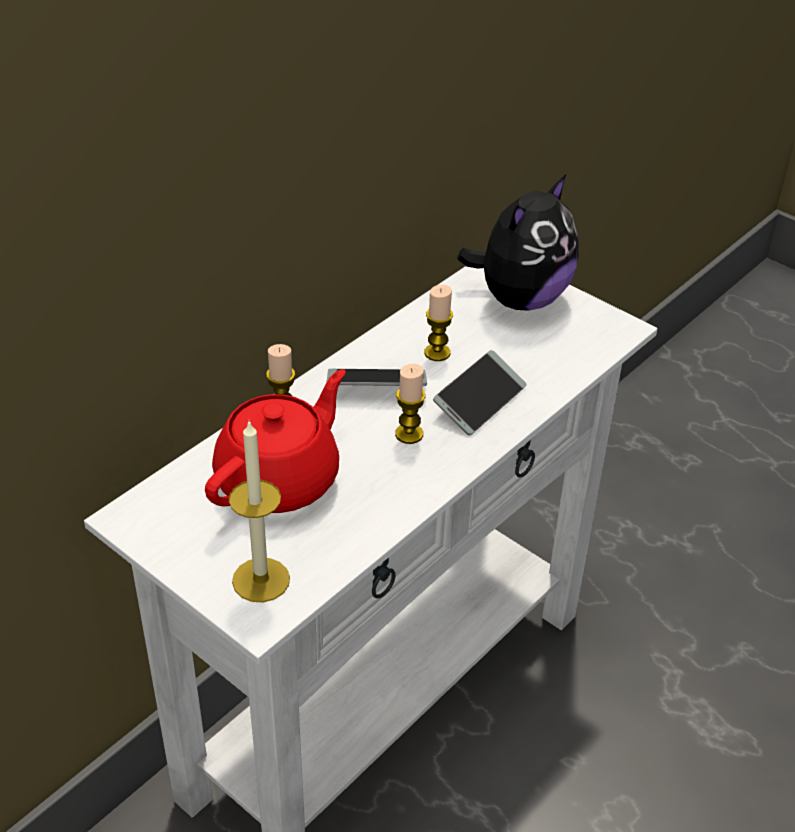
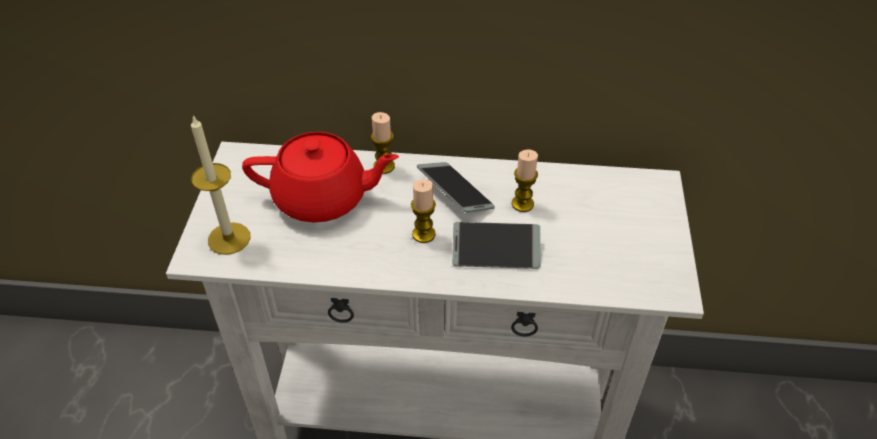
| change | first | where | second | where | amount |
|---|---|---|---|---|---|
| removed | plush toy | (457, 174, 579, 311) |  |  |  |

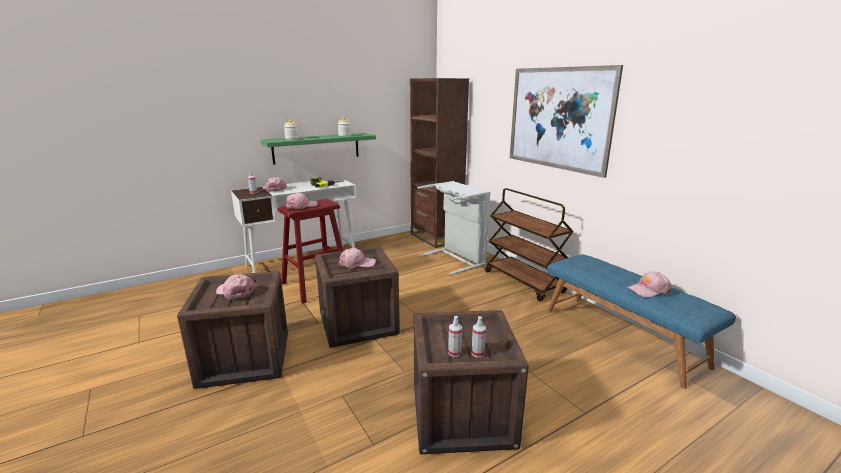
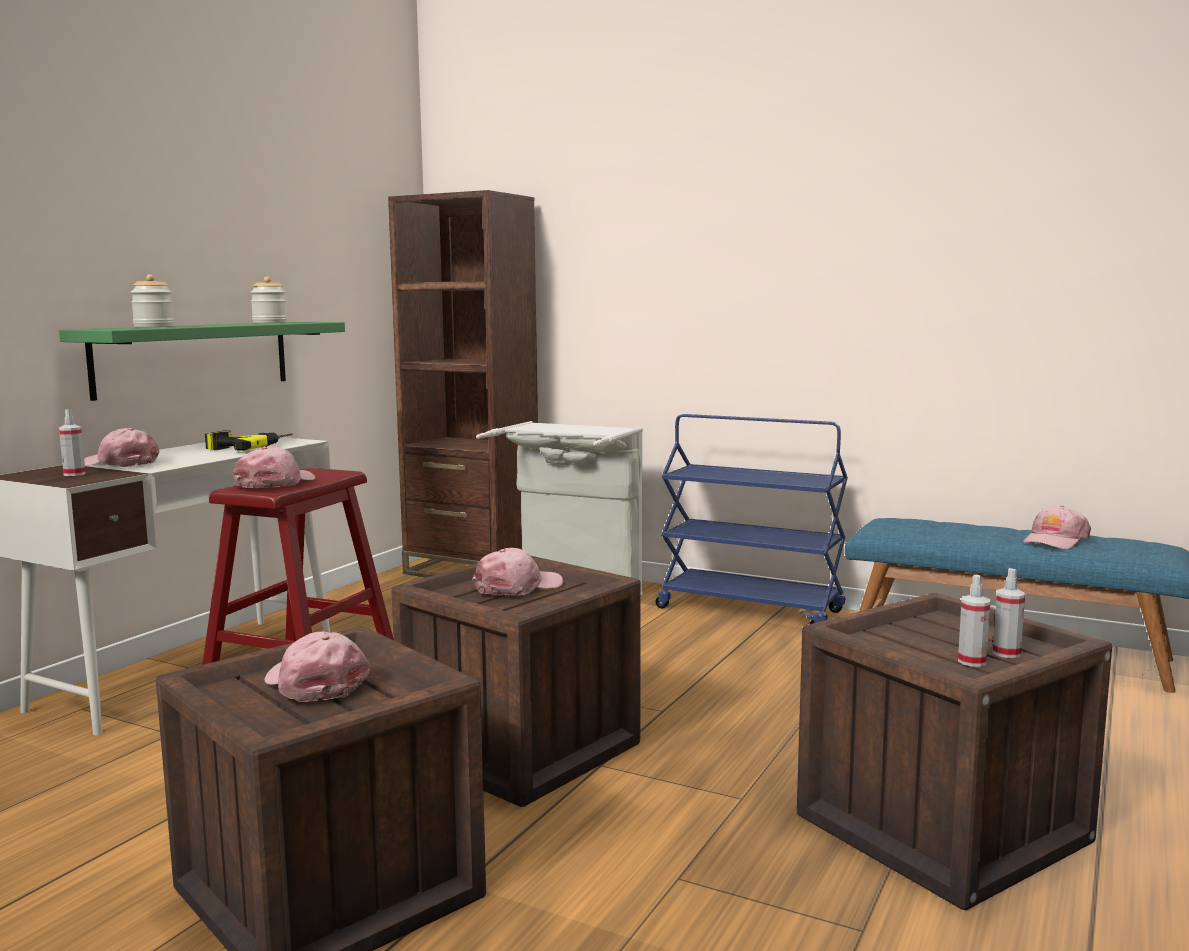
| change | first | where | second | where | amount |
|---|---|---|---|---|---|
| removed | picture | (510, 65, 623, 178) |  |  |  |
| recoloured | brown cart | (485, 188, 574, 301) | blue cart | (656, 414, 848, 624) |  |
| turned | pink cap | (216, 274, 255, 300) |  | (265, 632, 370, 702) | 45 degrees clockwise |

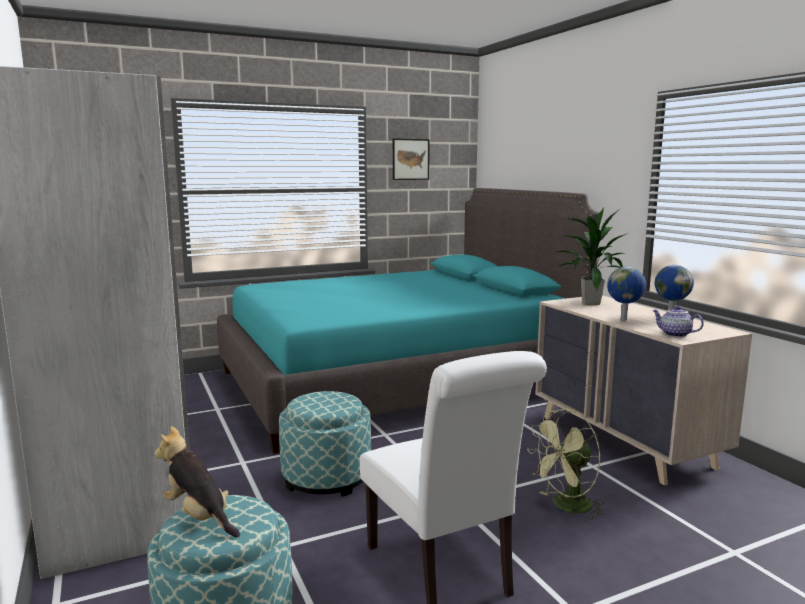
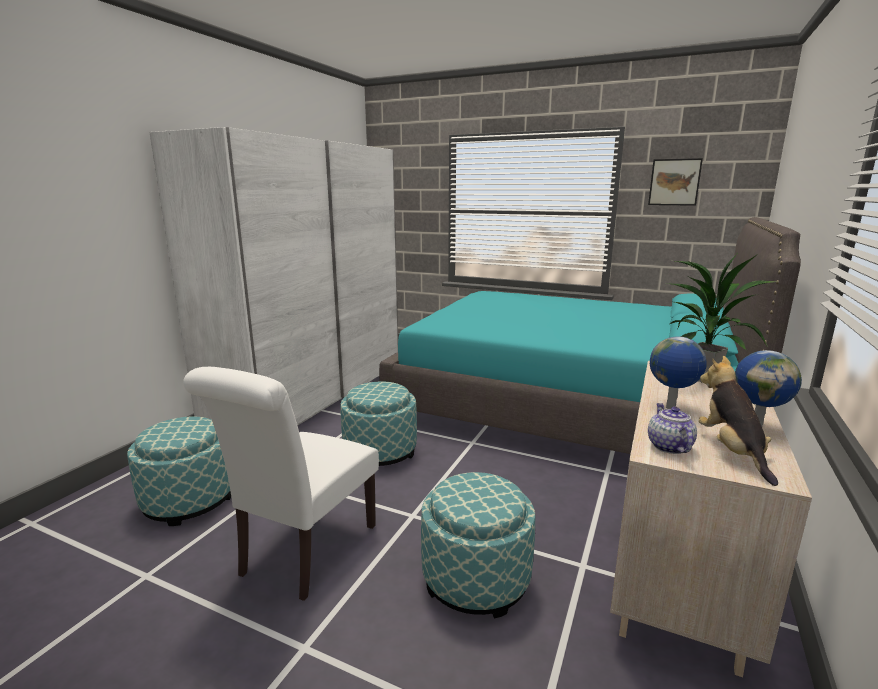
| change | first | where | second | where | amount |
|---|---|---|---|---|---|
| replaced | green fan | (527, 409, 604, 521) | ottoman | (421, 472, 535, 619) |  |
| moved | plush toy | (155, 426, 240, 538) |  | (699, 356, 778, 486) |  |

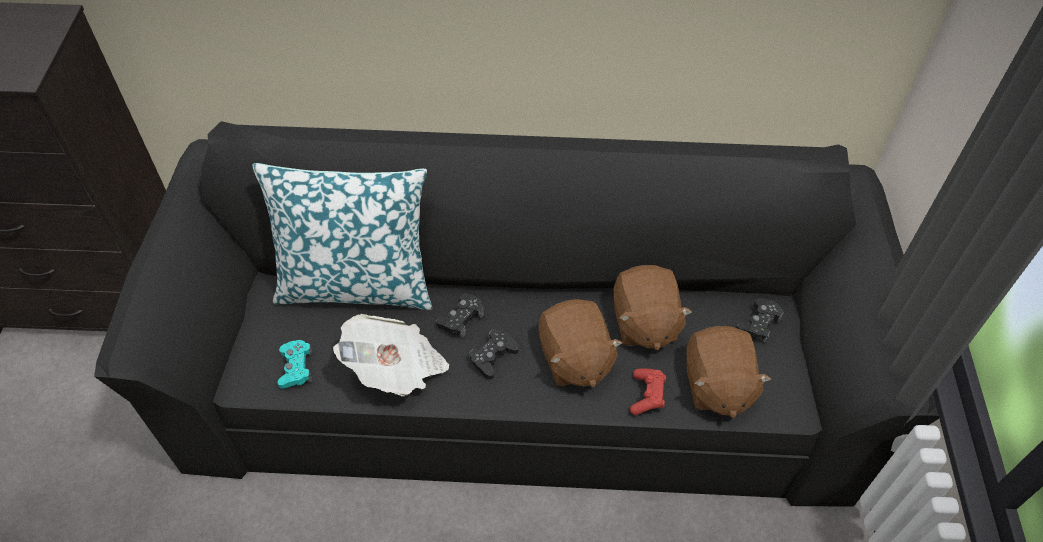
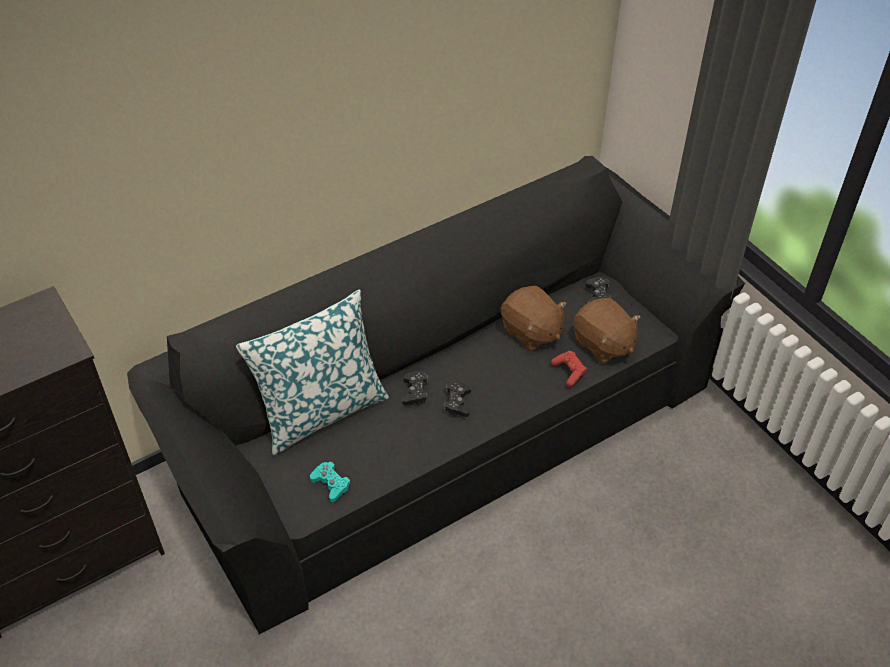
| change | first | where | second | where | amount |
|---|---|---|---|---|---|
| removed | brown plush toy | (538, 299, 623, 387) |  |  |  |
| removed | newspaper | (333, 314, 449, 396) |  |  |  |

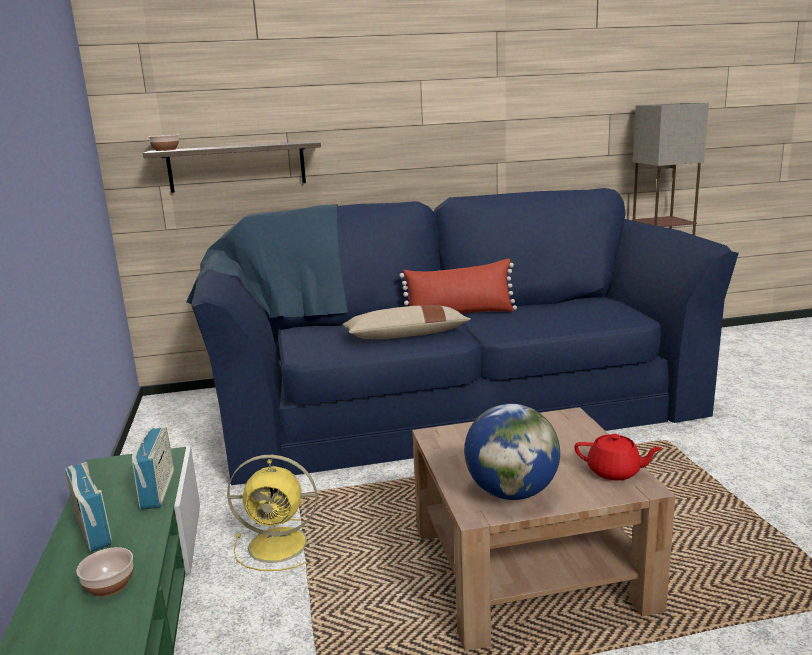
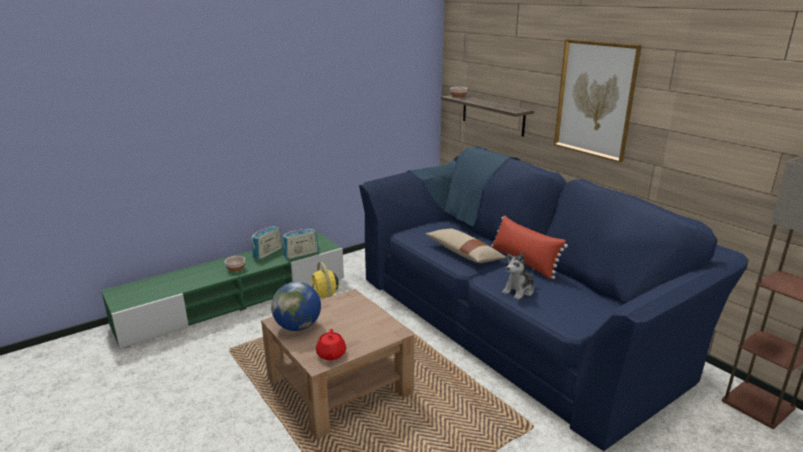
| change | first | where | second | where | amount |
|---|---|---|---|---|---|
| added |  |  | picture | (554, 39, 642, 162) |  |
| added |  |  | plush toy | (502, 253, 534, 300) |  |

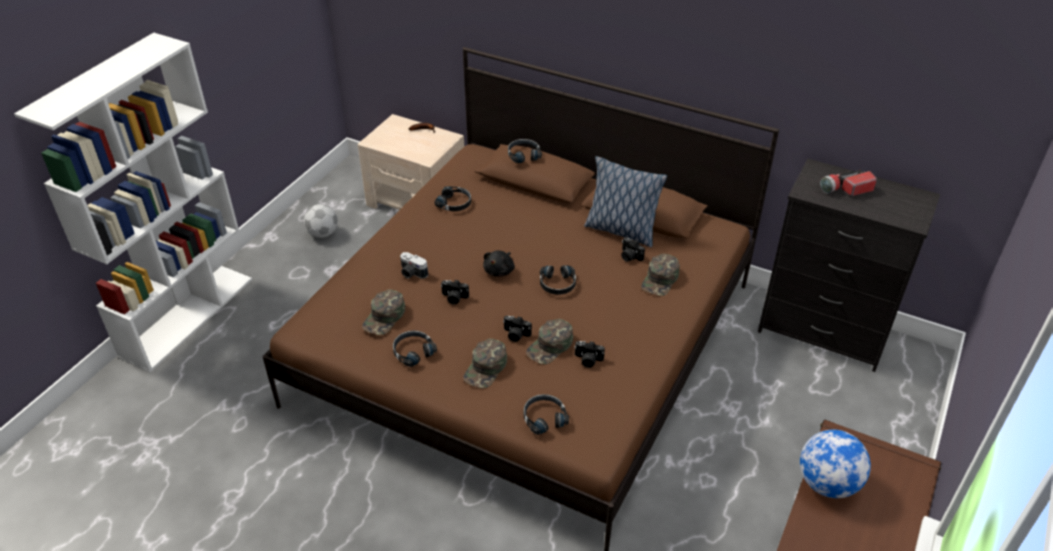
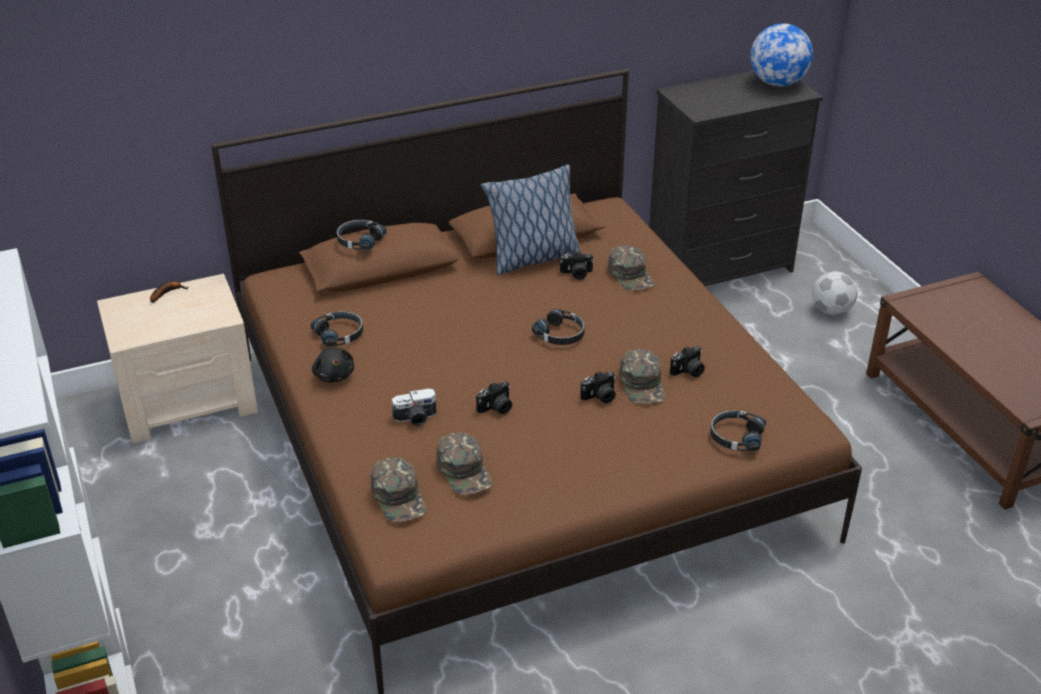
| change | first | where | second | where | amount |
|---|---|---|---|---|---|
| removed | flashlight | (820, 170, 877, 196) |  |  |  |
| moved | football | (304, 204, 338, 238) |  | (812, 271, 857, 315) |  |
| moved | black plush toy | (483, 250, 515, 277) |  | (312, 347, 354, 382) |  |
| removed | black headphones | (393, 331, 437, 367) |  |  |  |
| moved | green cap | (463, 339, 507, 388) |  | (370, 457, 427, 523) |  |
| moved | globe | (800, 429, 871, 498) |  | (751, 23, 813, 86) |  |

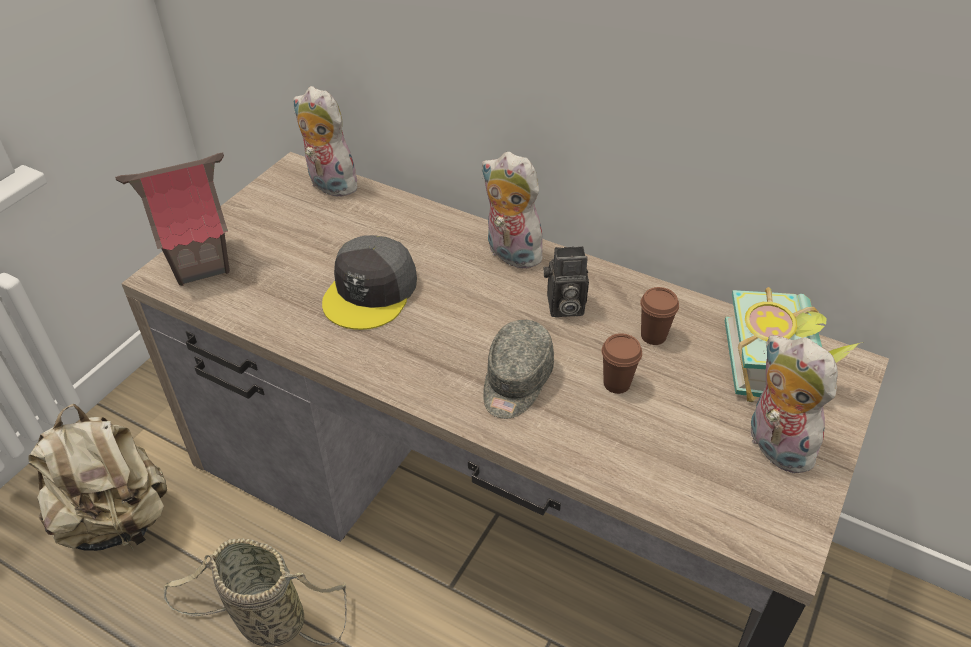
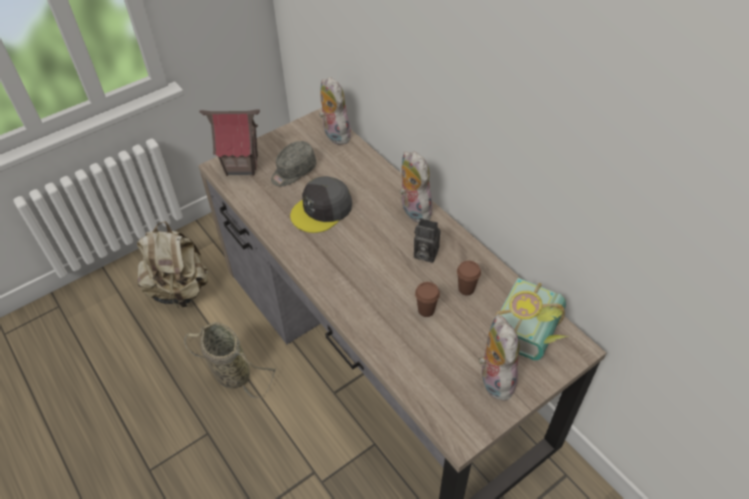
| change | first | where | second | where | amount |
|---|---|---|---|---|---|
| moved | grey cap | (483, 320, 554, 419) |  | (271, 141, 316, 186) |  |

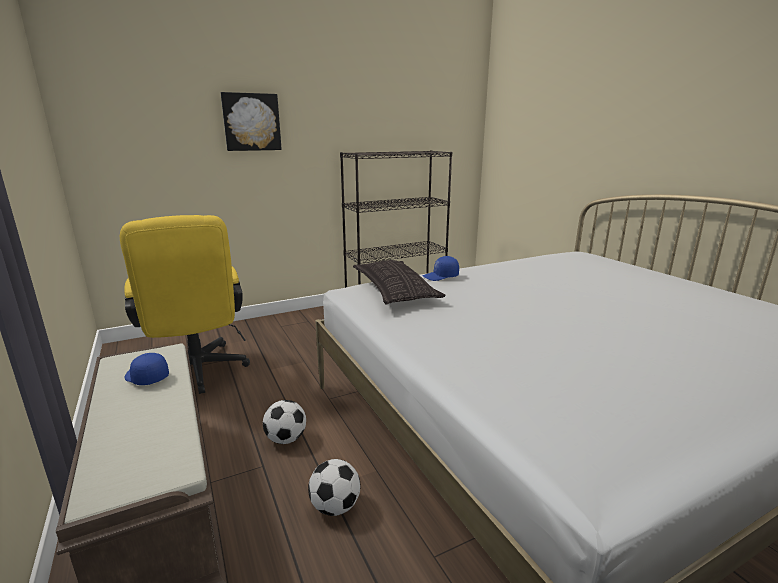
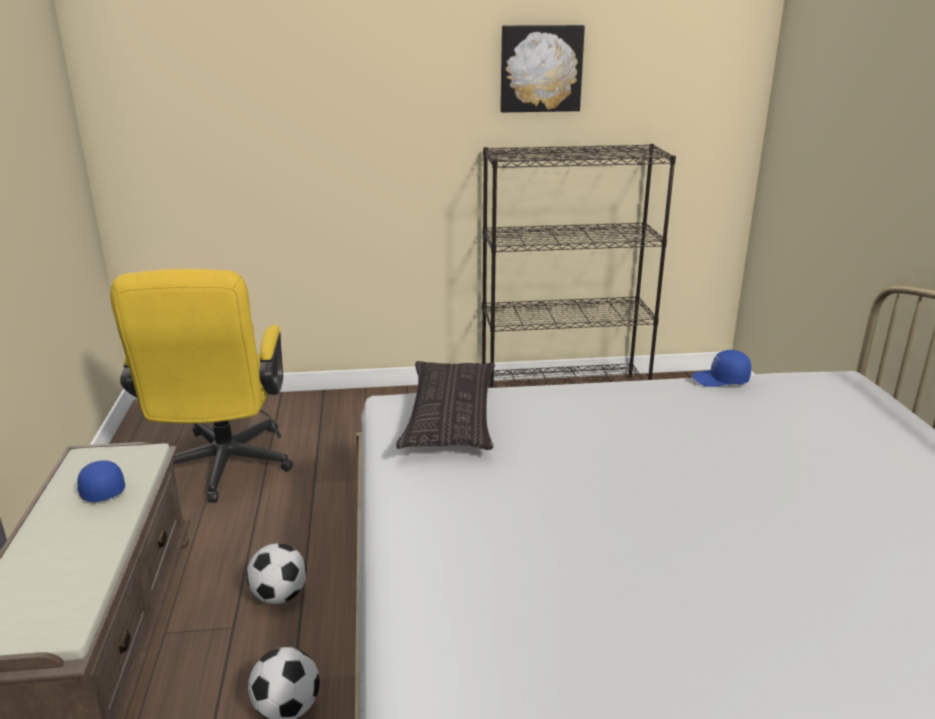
| change | first | where | second | where | amount |
|---|---|---|---|---|---|
| moved | picture | (221, 92, 282, 151) |  | (500, 25, 585, 112) |  |
| moved | blue cap | (423, 256, 459, 281) |  | (692, 350, 751, 387) |  |

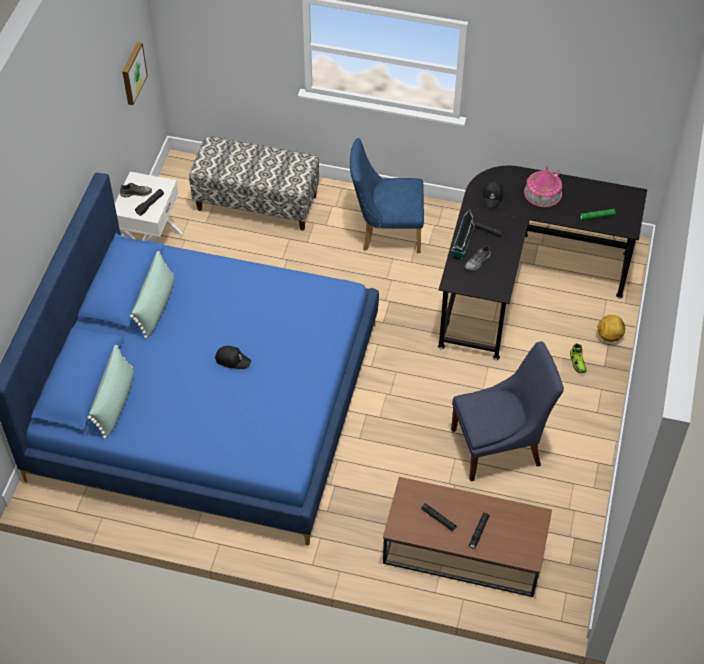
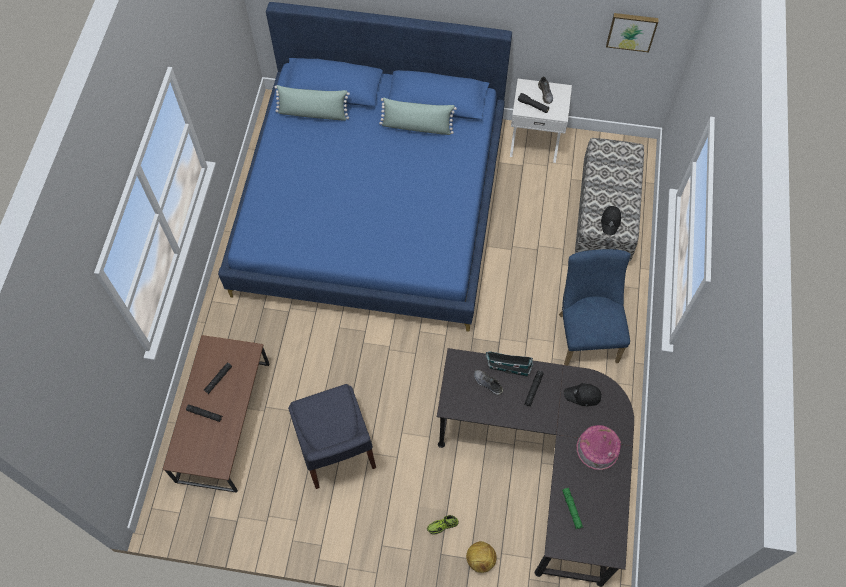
| change | first | where | second | where | amount |
|---|---|---|---|---|---|
| moved | black cap | (215, 346, 251, 369) |  | (601, 206, 621, 235) |  |

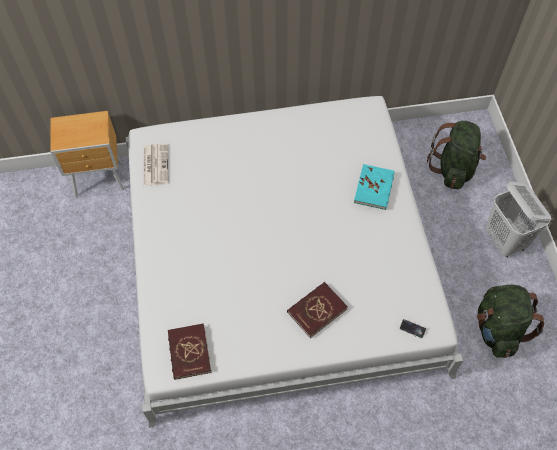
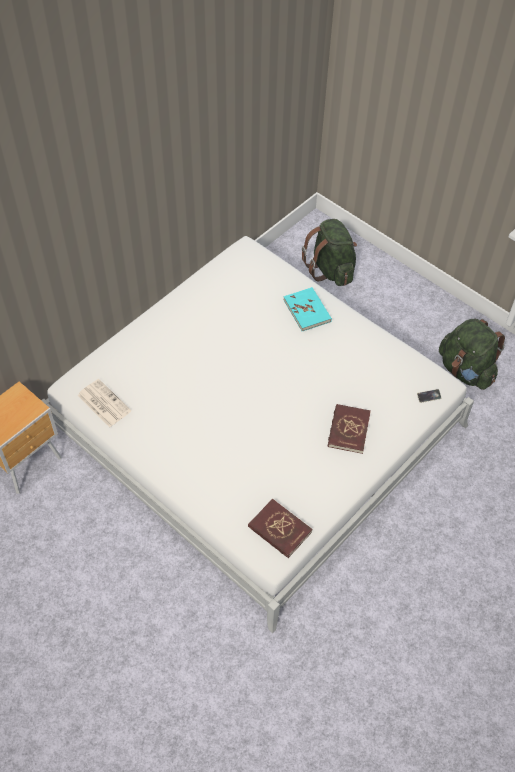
| change | first | where | second | where | amount |
|---|---|---|---|---|---|
| removed | white laundry basket | (486, 181, 551, 257) |  |  |  |

